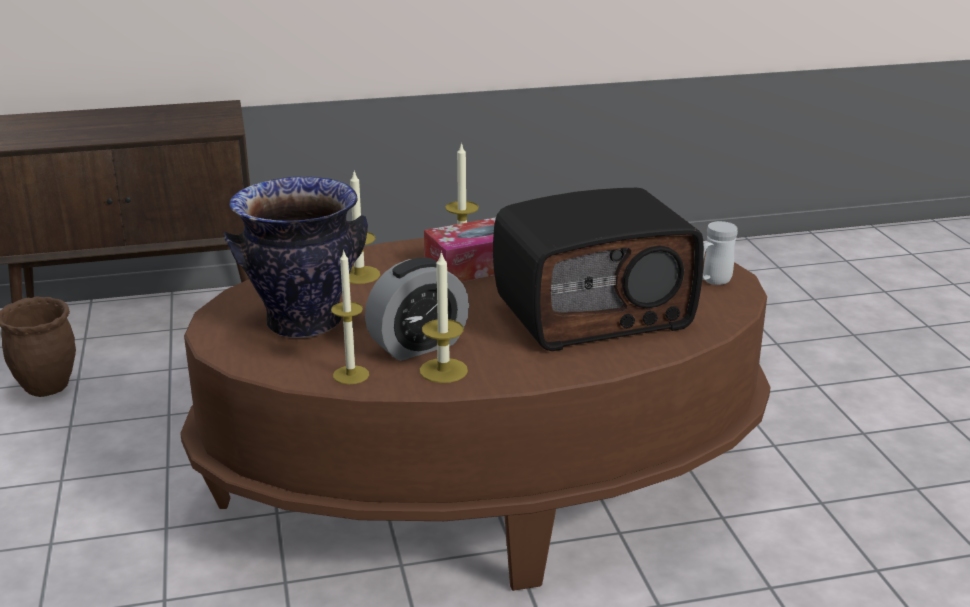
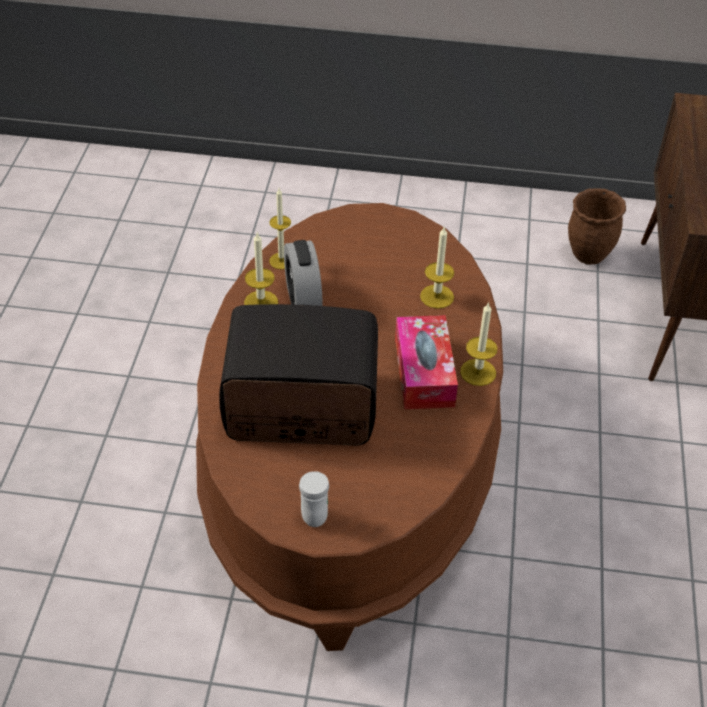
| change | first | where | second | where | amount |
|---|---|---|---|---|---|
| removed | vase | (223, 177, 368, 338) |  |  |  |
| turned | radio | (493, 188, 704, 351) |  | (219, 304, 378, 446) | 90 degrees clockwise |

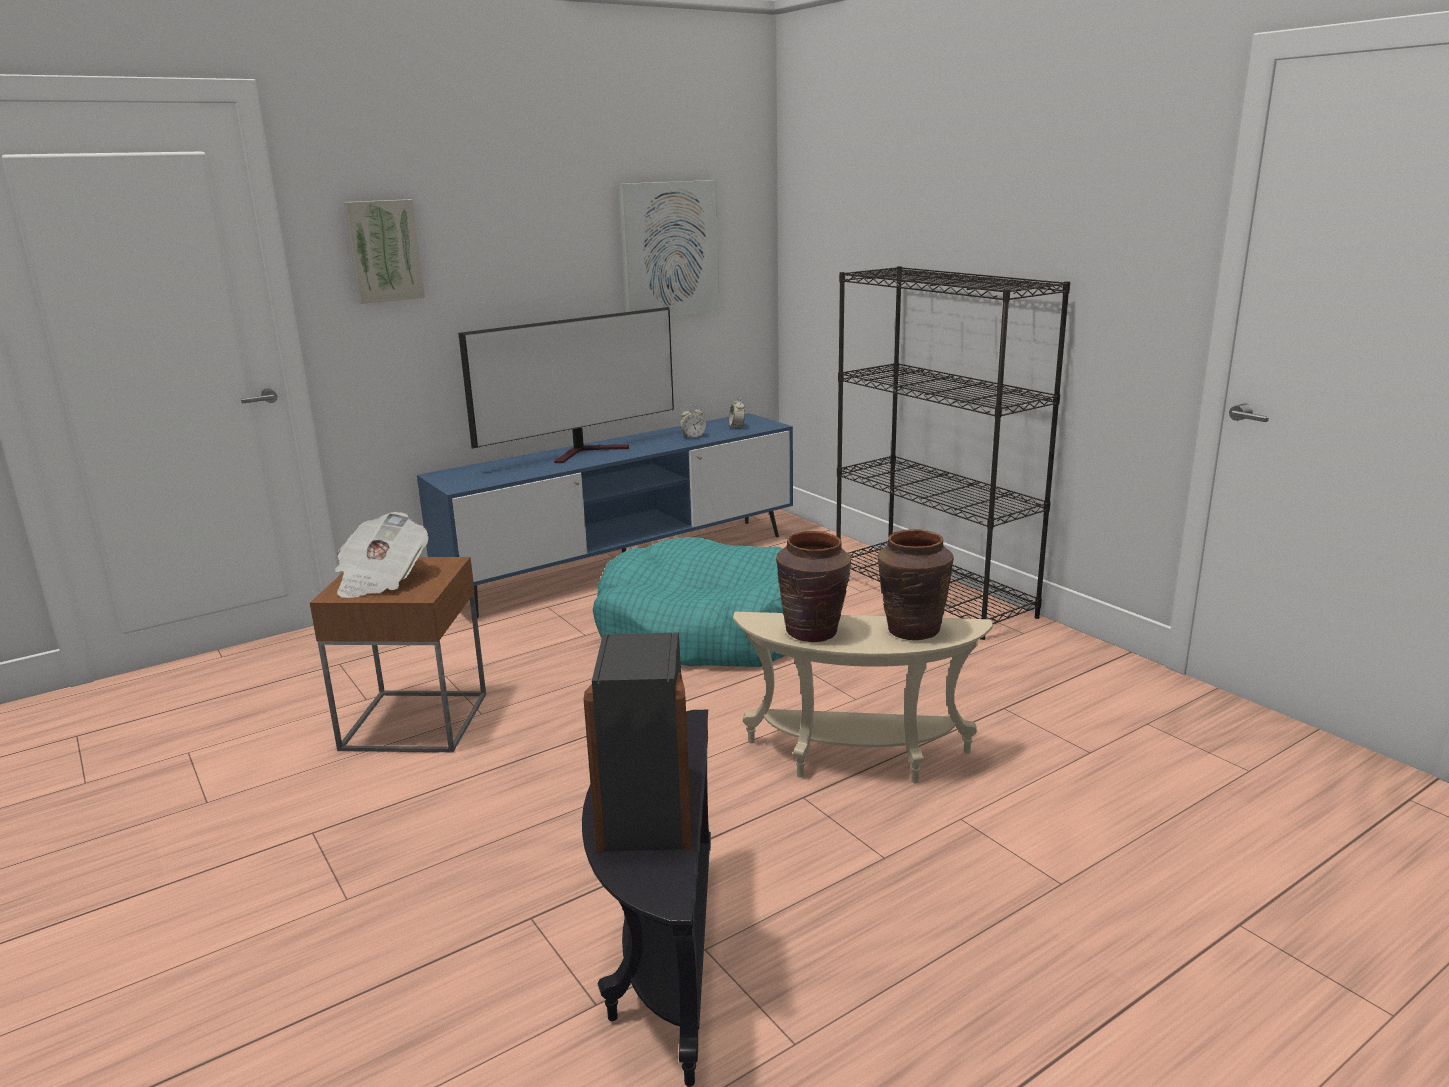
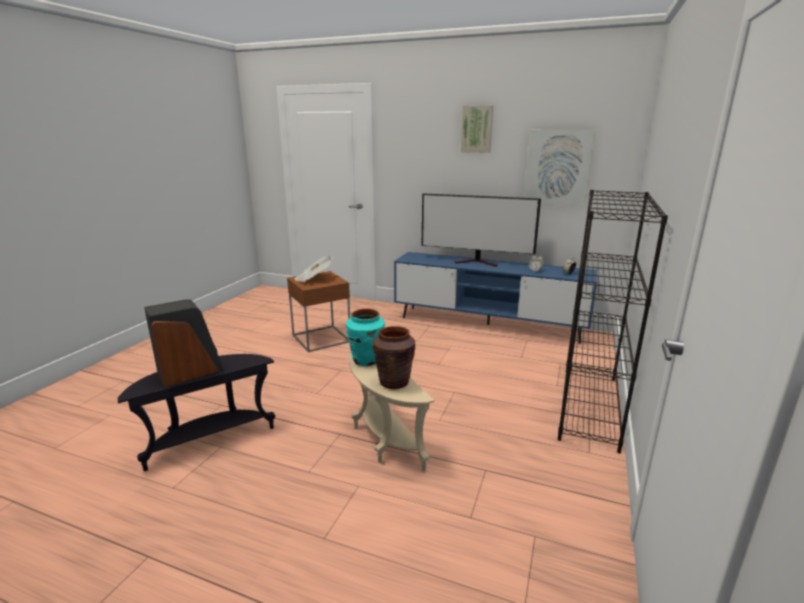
| change | first | where | second | where | amount |
|---|---|---|---|---|---|
| moved | picture | (344, 199, 425, 304) |  | (461, 105, 493, 153) |  |
| recoloured | brown vase | (776, 531, 851, 642) | turquoise vase | (346, 309, 385, 366) |  |
| removed | turquoise dog bed | (593, 537, 785, 667) |  |  |  |

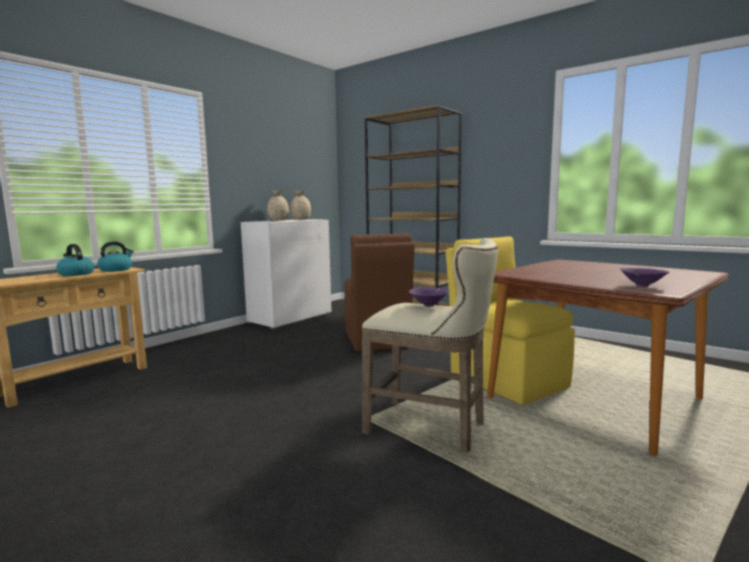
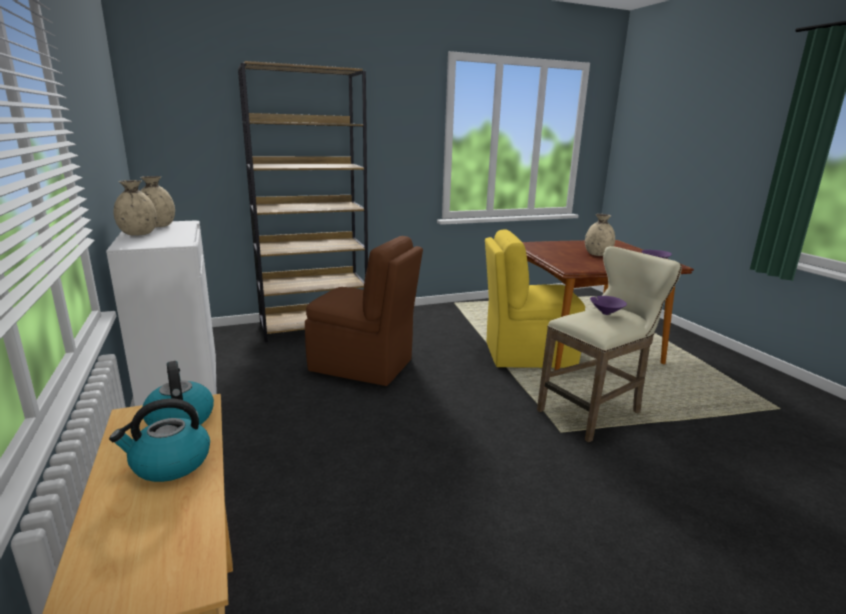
| change | first | where | second | where | amount |
|---|---|---|---|---|---|
| added |  |  | beige vase | (585, 214, 615, 256) |  |

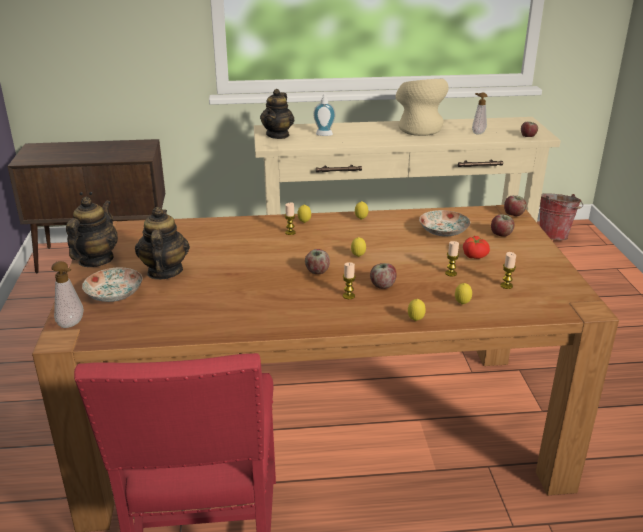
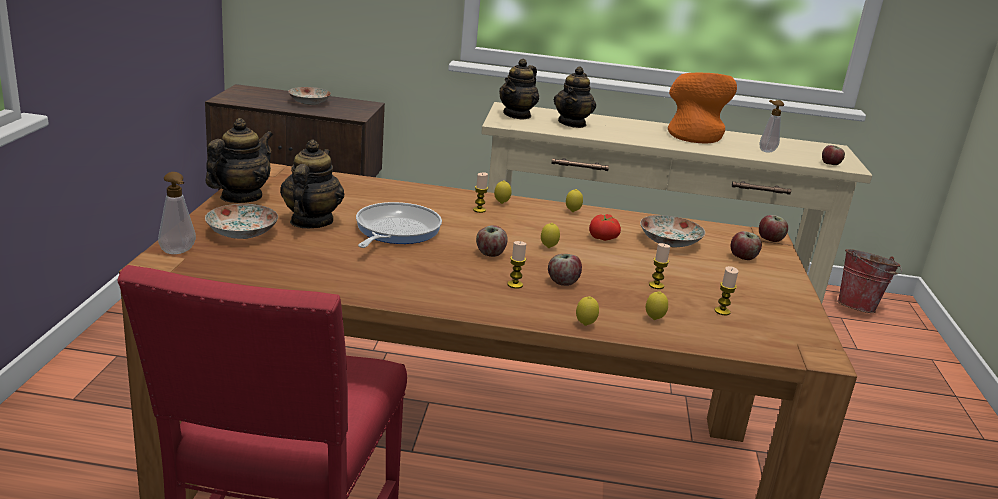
| change | first | where | second | where | amount |
|---|---|---|---|---|---|
| recoloured | beige vase | (396, 79, 449, 136) | orange vase | (668, 73, 737, 143) |  |
| replaced | soap dispenser | (313, 94, 335, 136) | teapot | (554, 66, 596, 128) |  |
| moved | tomato | (463, 236, 490, 259) |  | (589, 214, 621, 241) |  |
| added |  |  | plate | (288, 87, 331, 105) |  |
| added |  |  | frying pan | (356, 202, 442, 248) |  |

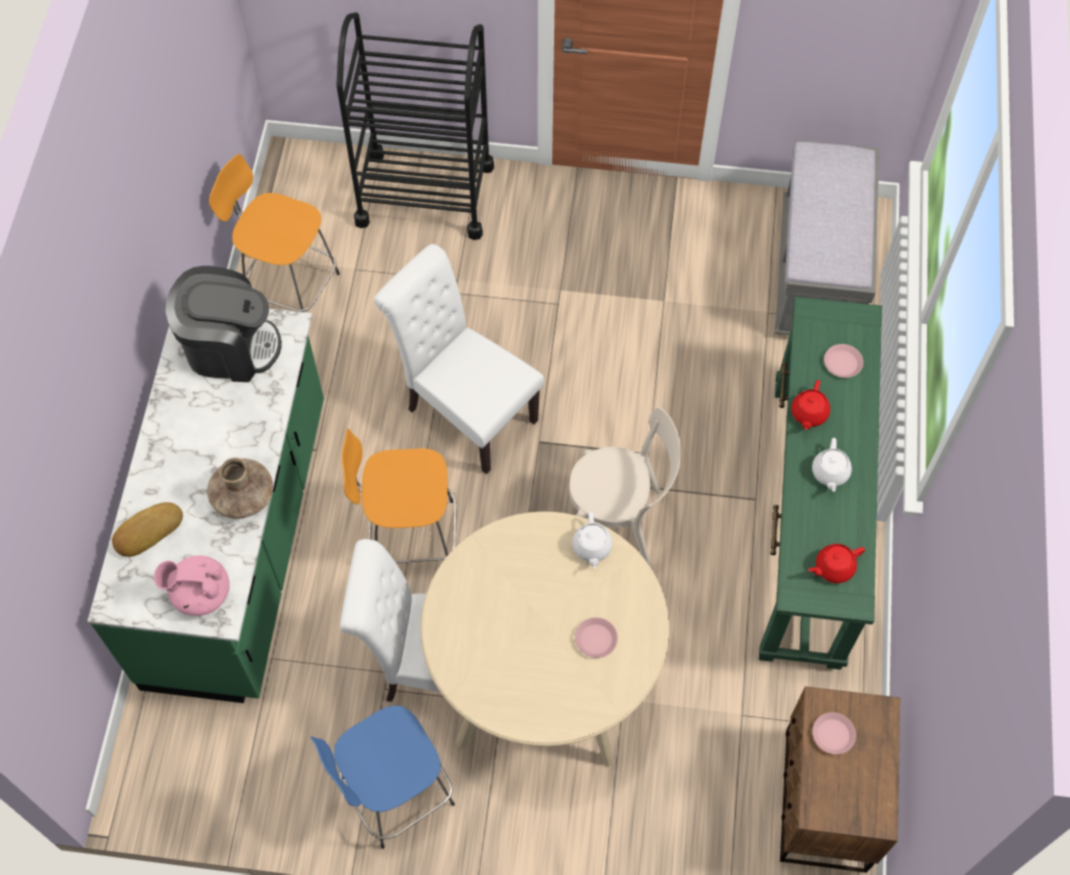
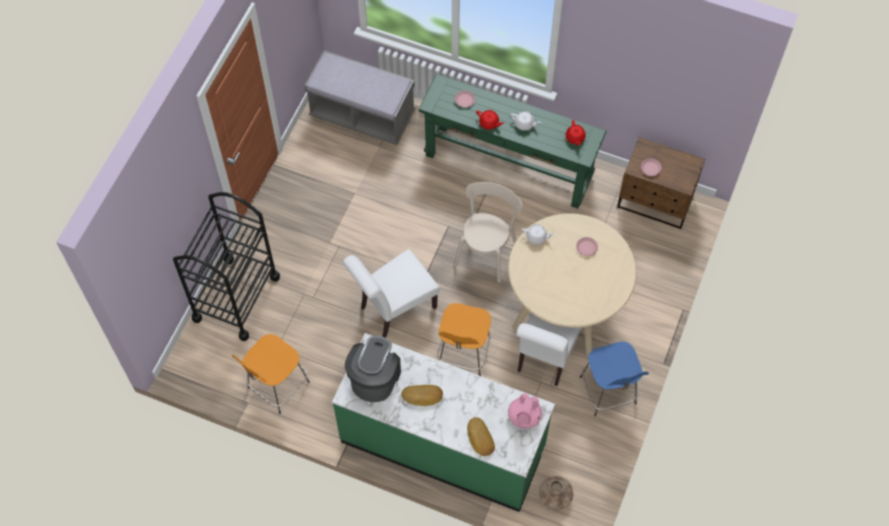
| change | first | where | second | where | amount |
|---|---|---|---|---|---|
| moved | brown vase | (207, 457, 273, 519) |  | (539, 476, 573, 510) |  |
| added |  |  | bread | (401, 385, 443, 406) |  |

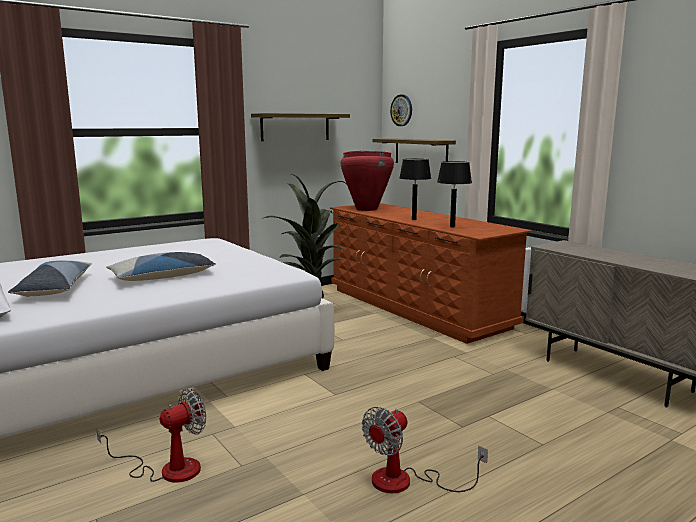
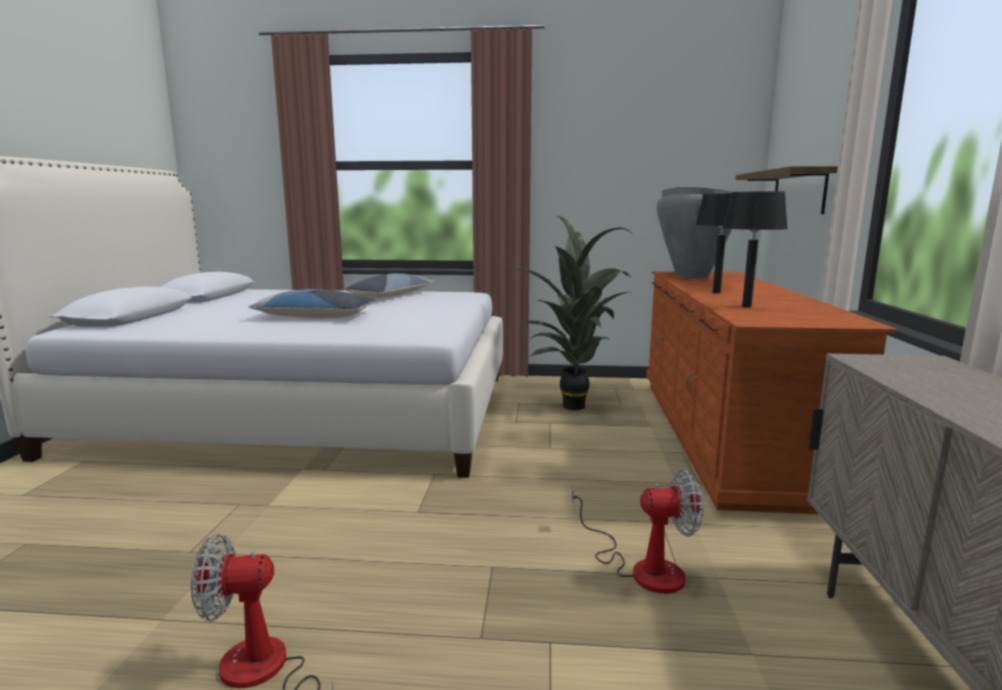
| change | first | where | second | where | amount |
|---|---|---|---|---|---|
| removed | wall clock | (390, 94, 412, 126) |  |  |  |
| removed | shelf | (251, 113, 350, 141) |  |  |  |
| recoloured | red vase | (341, 150, 394, 211) | grey vase | (657, 186, 736, 279) |  |
| moved | pillow | (8, 260, 92, 297) |  | (344, 273, 434, 298) |  |
| moved | fan | (96, 388, 206, 483) |  | (572, 469, 704, 594) |  |

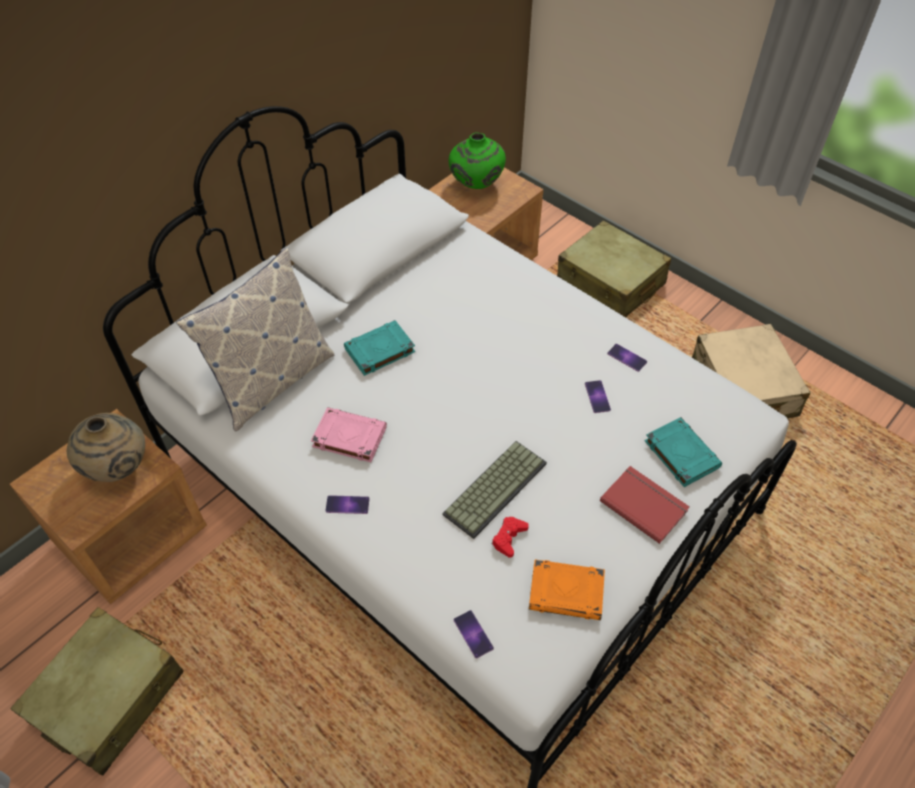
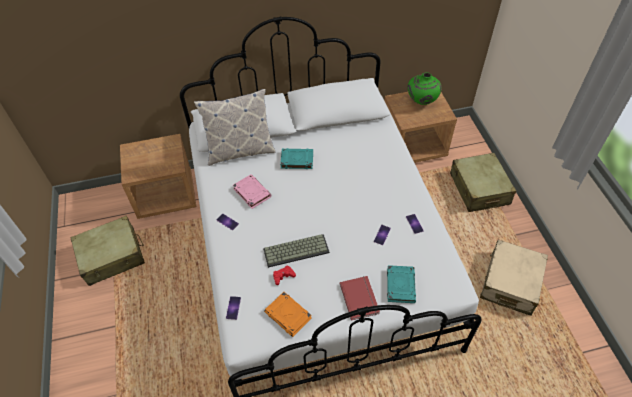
| change | first | where | second | where | amount |
|---|---|---|---|---|---|
| removed | beige vase | (67, 413, 145, 482) |  |  |  |

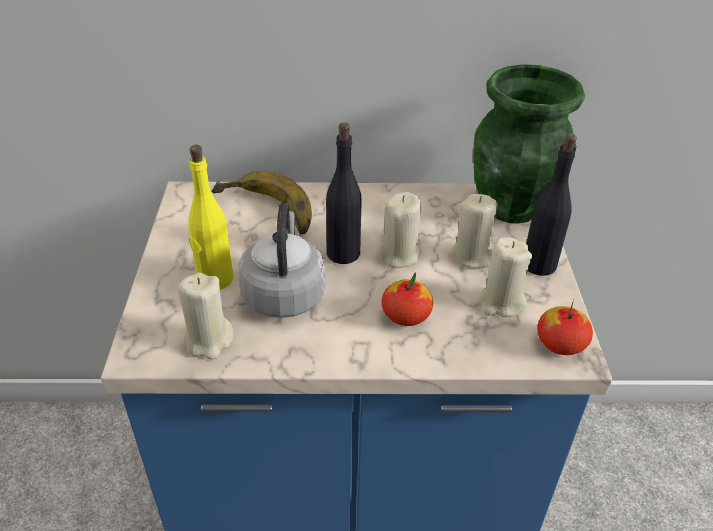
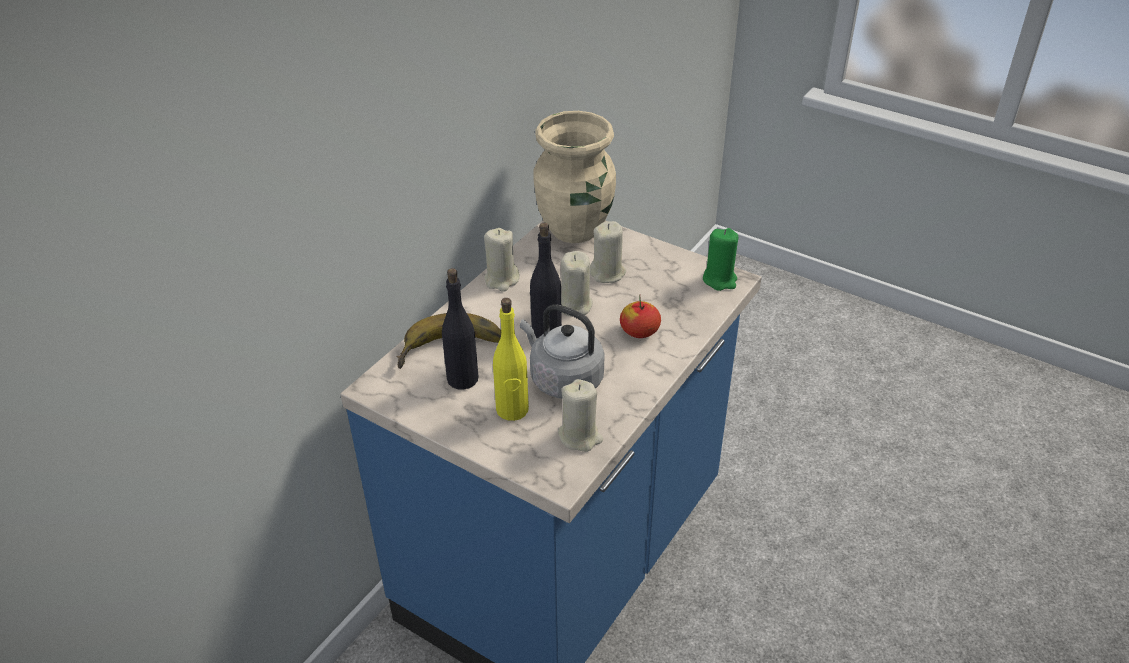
| change | first | where | second | where | amount |
|---|---|---|---|---|---|
| recoloured | green vase | (473, 64, 585, 224) | beige vase | (533, 111, 616, 243) |  |
| moved | black bottle | (526, 134, 577, 276) |  | (442, 268, 479, 390) |  |
| moved | beige candle | (477, 237, 532, 317) |  | (484, 228, 520, 292) |  |
| replaced | apple | (537, 300, 593, 355) | green candle | (703, 228, 739, 291) |  |

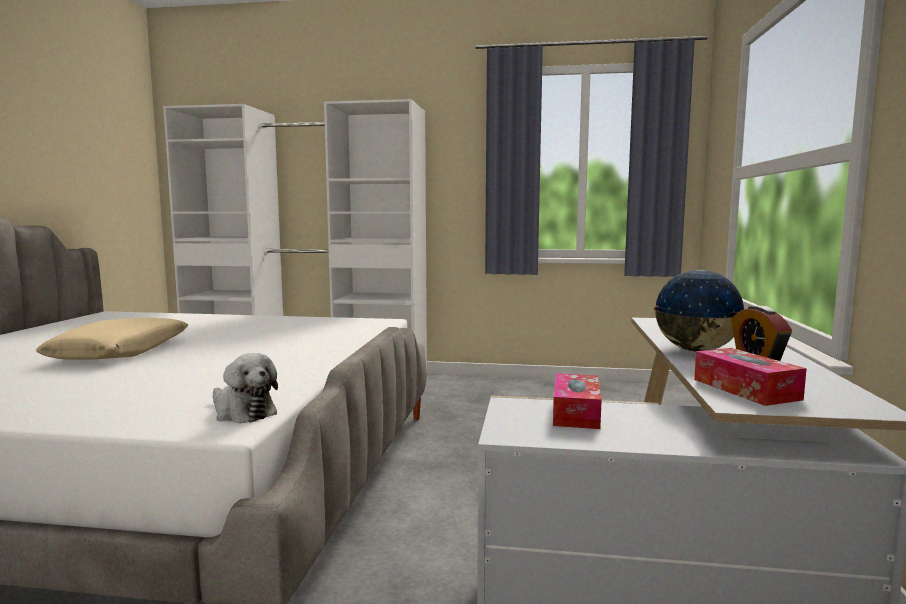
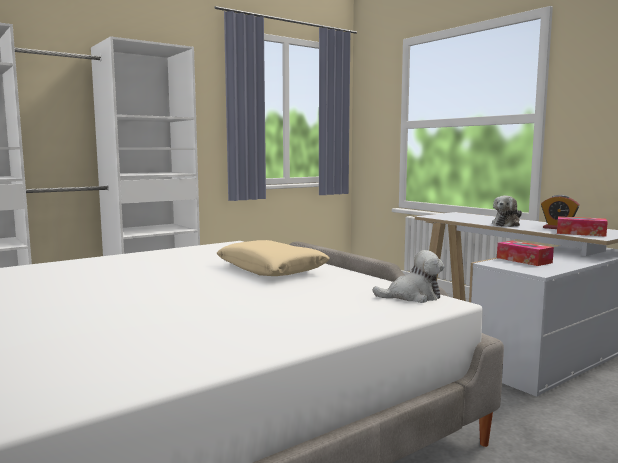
| change | first | where | second | where | amount |
|---|---|---|---|---|---|
| replaced | globe | (654, 270, 746, 352) | plush toy | (492, 195, 522, 227) |  |
| moved | beige pillow | (36, 318, 189, 359) |  | (216, 240, 330, 276) |  |

